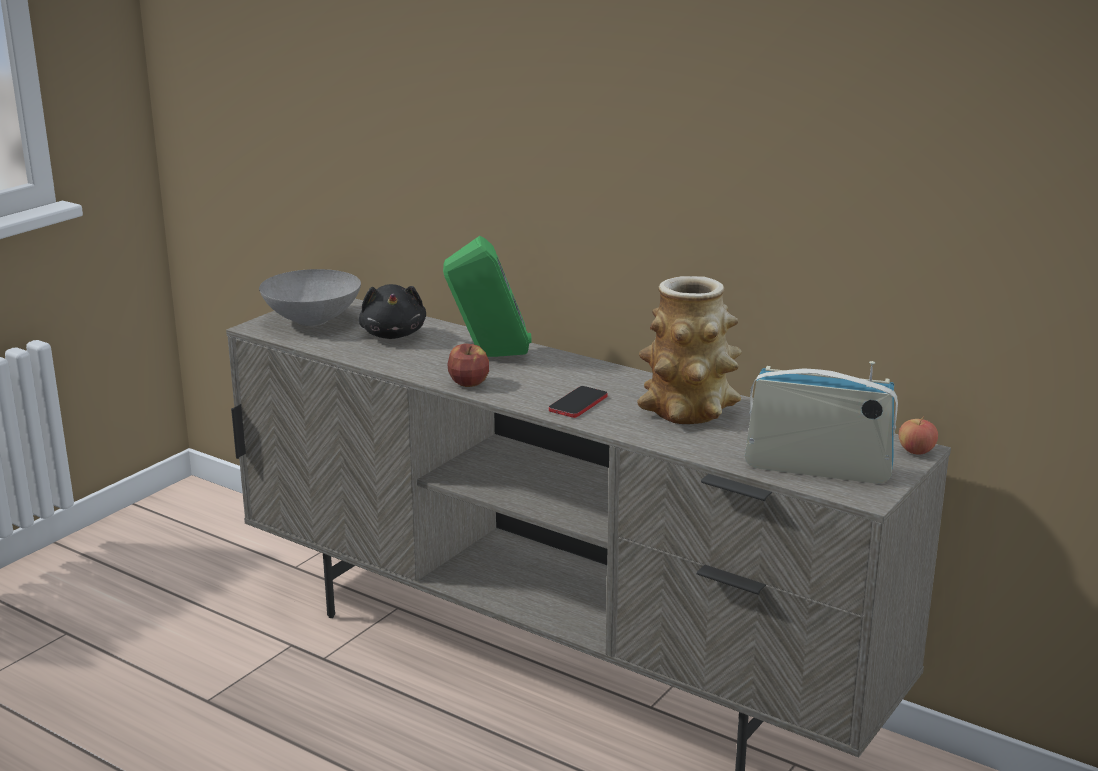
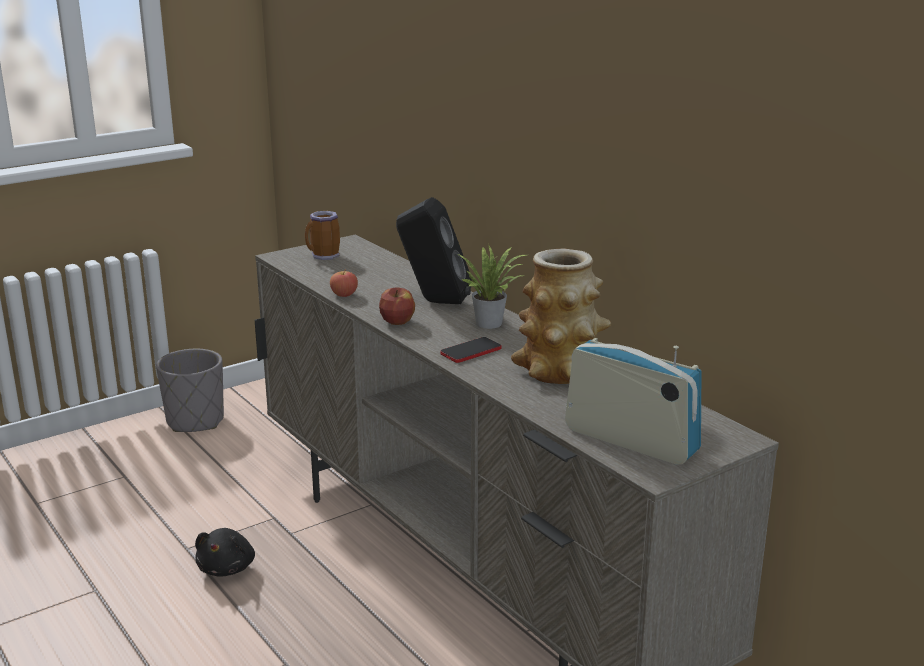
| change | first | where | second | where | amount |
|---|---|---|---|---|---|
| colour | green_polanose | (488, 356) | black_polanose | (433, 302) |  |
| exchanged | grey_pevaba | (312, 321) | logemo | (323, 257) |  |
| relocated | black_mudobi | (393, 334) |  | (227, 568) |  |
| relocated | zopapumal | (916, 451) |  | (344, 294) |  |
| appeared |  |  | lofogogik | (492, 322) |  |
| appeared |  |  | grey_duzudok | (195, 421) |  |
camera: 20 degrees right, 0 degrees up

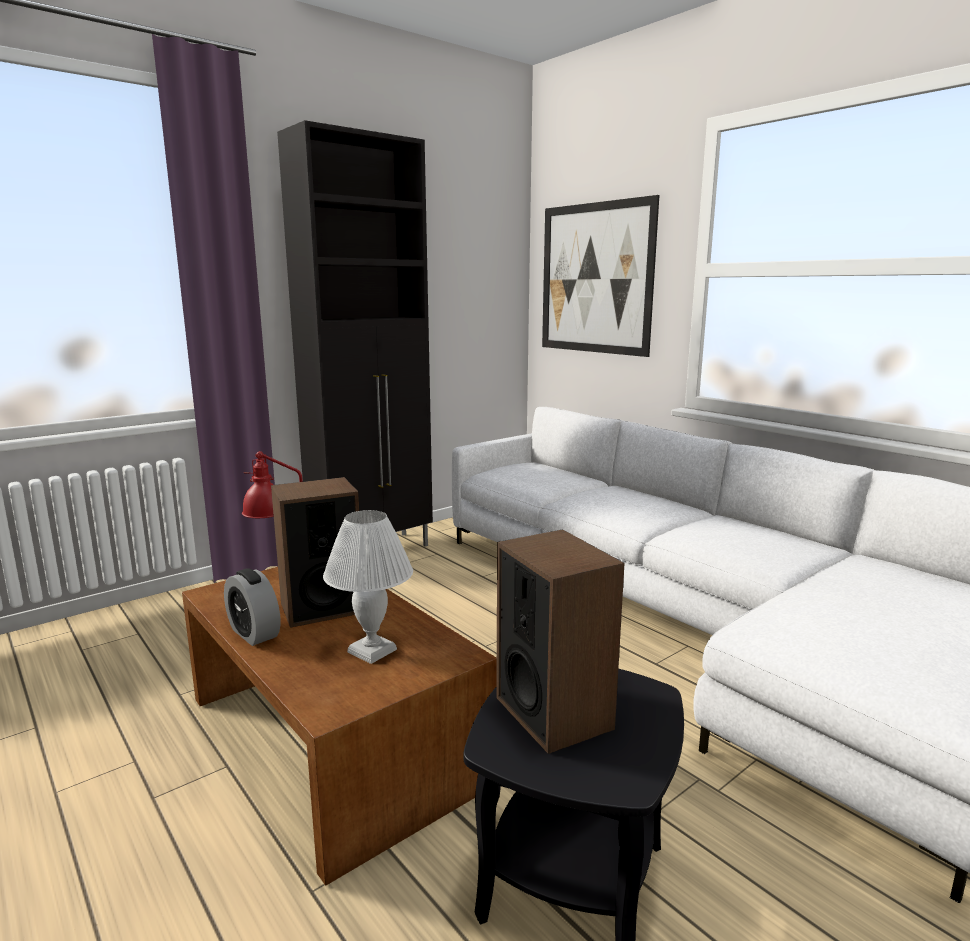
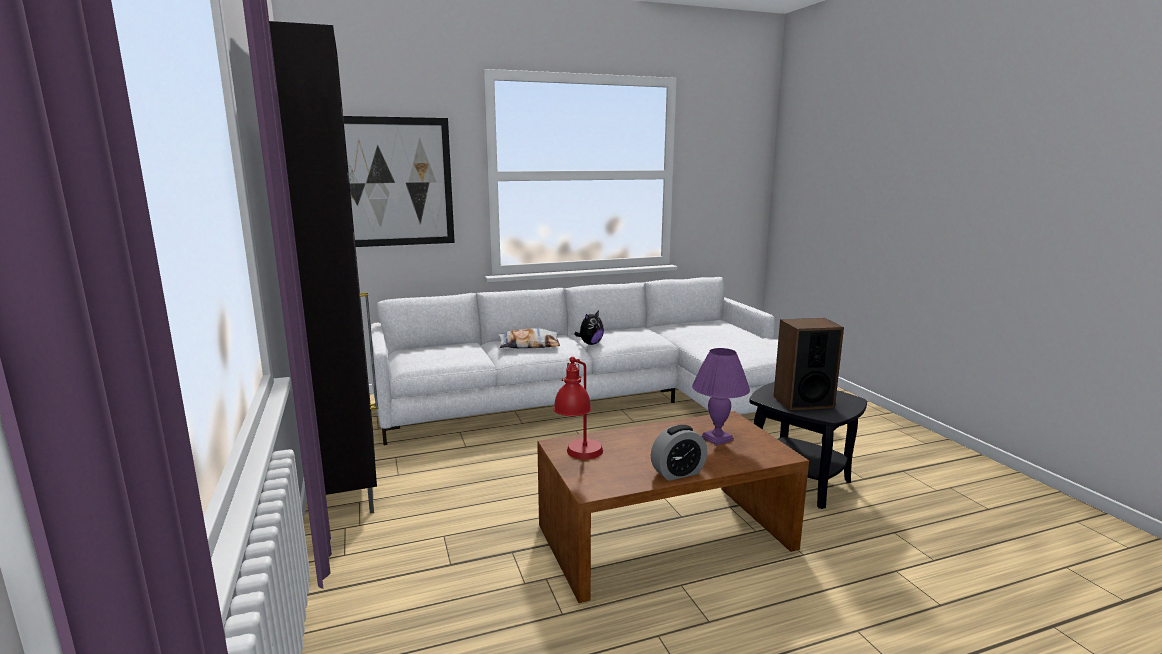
| change | first | where | second | where | amount |
|---|---|---|---|---|---|
| missing | polanose | (321, 608) |  |  |  |
| colour | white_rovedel | (373, 651) | purple_rovedel | (717, 438) |  |
| appeared |  |  | mudobi | (590, 343) |  |
| appeared |  |  | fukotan | (529, 345) |  |
camera: 70 degrees left, 0 degrees up

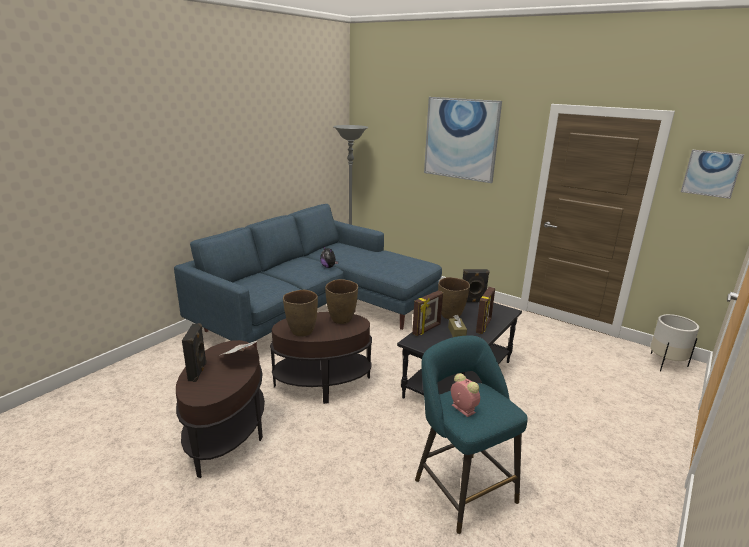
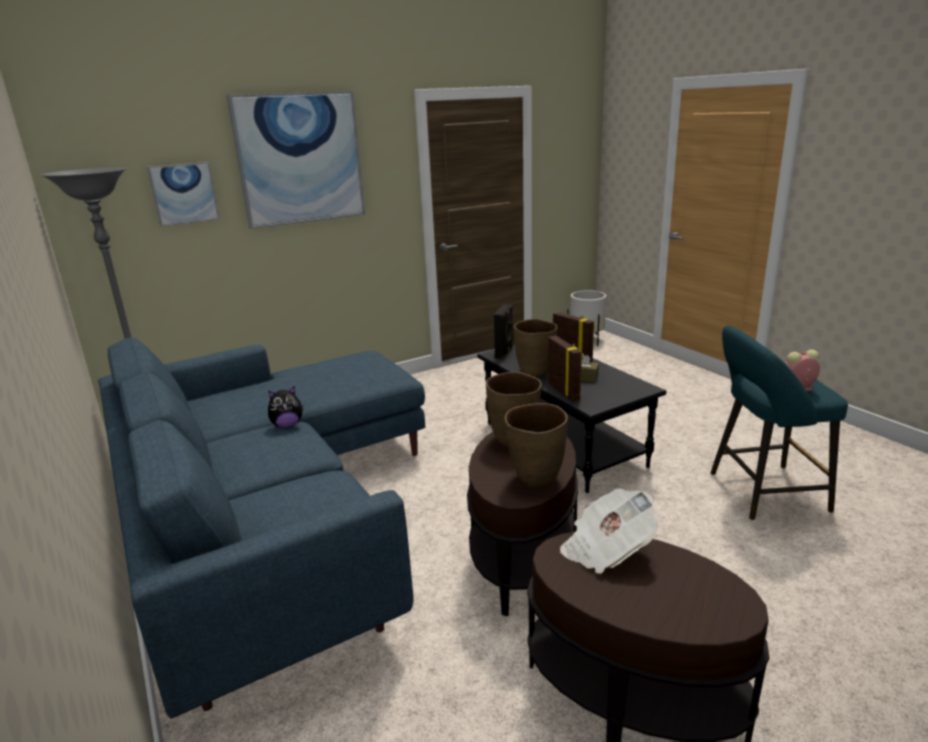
| change | first | where | second | where | amount |
|---|---|---|---|---|---|
| relocated | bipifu | (711, 173) |  | (184, 193) |  |
| missing | black_polanose | (198, 372) |  |  |  |
camera: 65 degrees left, 0 degrees up

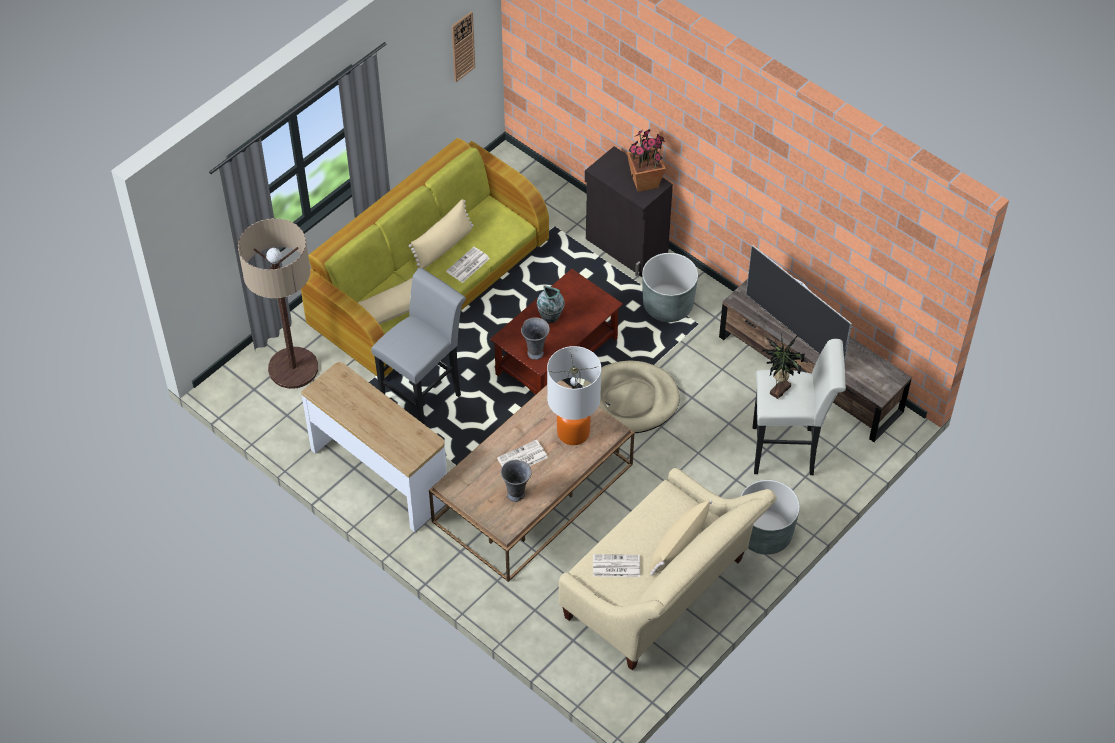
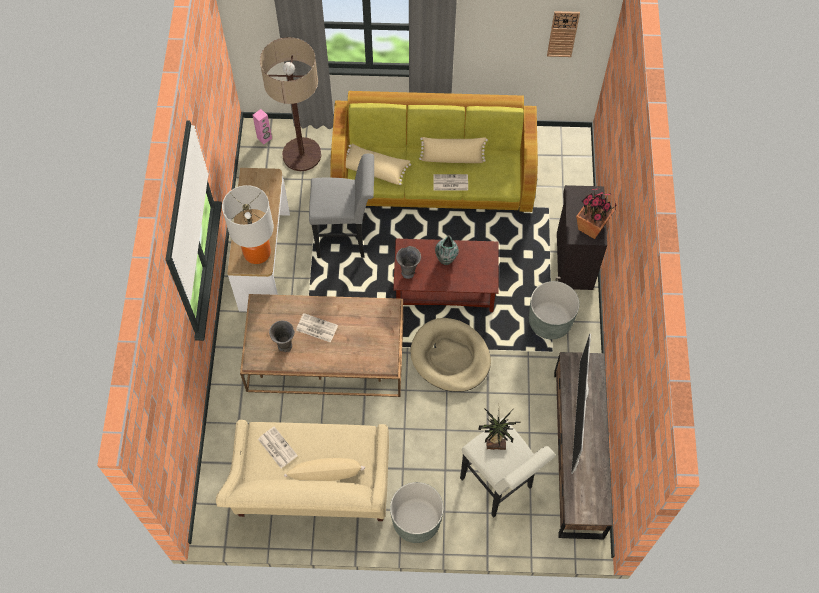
| change | first | where | second | where | amount |
|---|---|---|---|---|---|
| relocated | rovedel | (573, 432) |  | (257, 252) |  |
| appeared |  |  | pink_polanose | (264, 138) |  |
camera: 50 degrees right, 10 degrees up

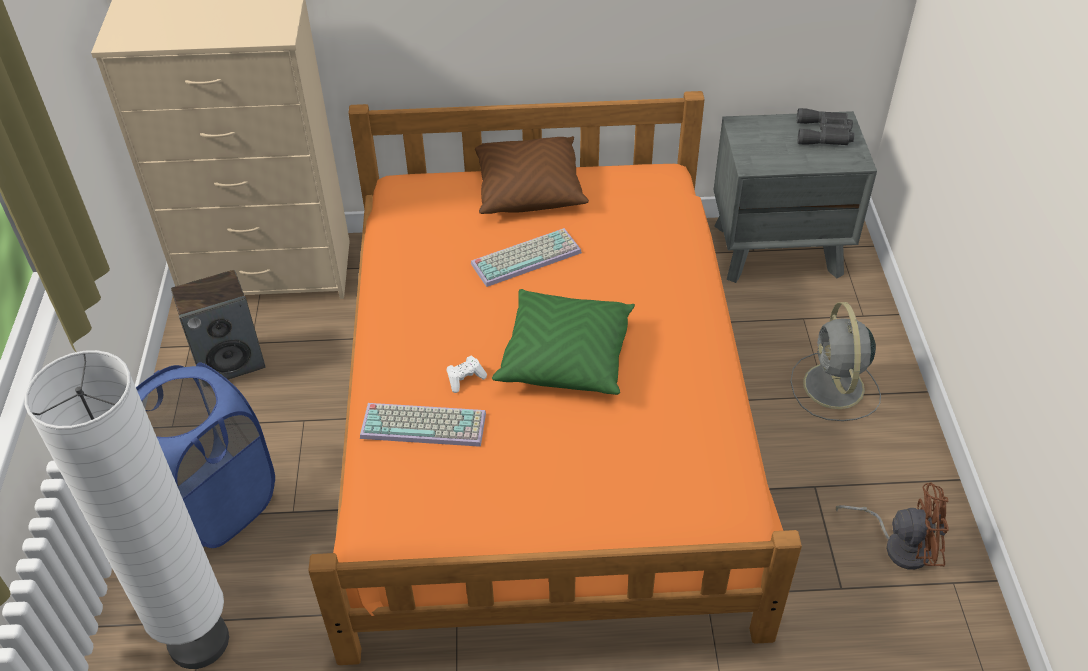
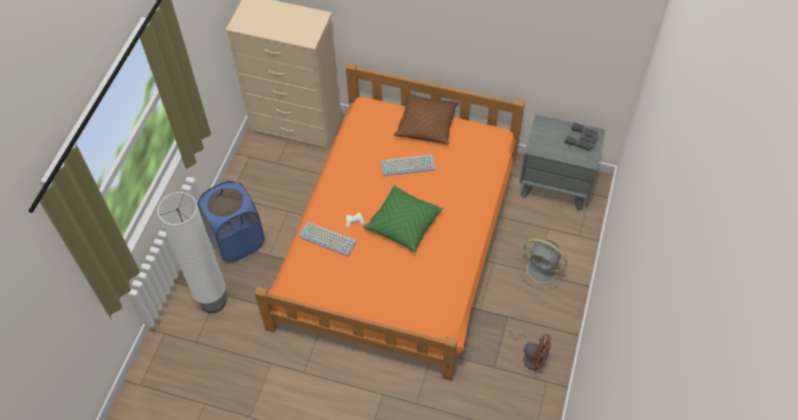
| change | first | where | second | where | amount |
|---|---|---|---|---|---|
| missing | polanose | (230, 361) |  |  |  |
| spun | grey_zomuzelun | (834, 388) |  | (543, 270) | 75 degrees counterclockwise |
camera: 20 degrees right, 10 degrees up

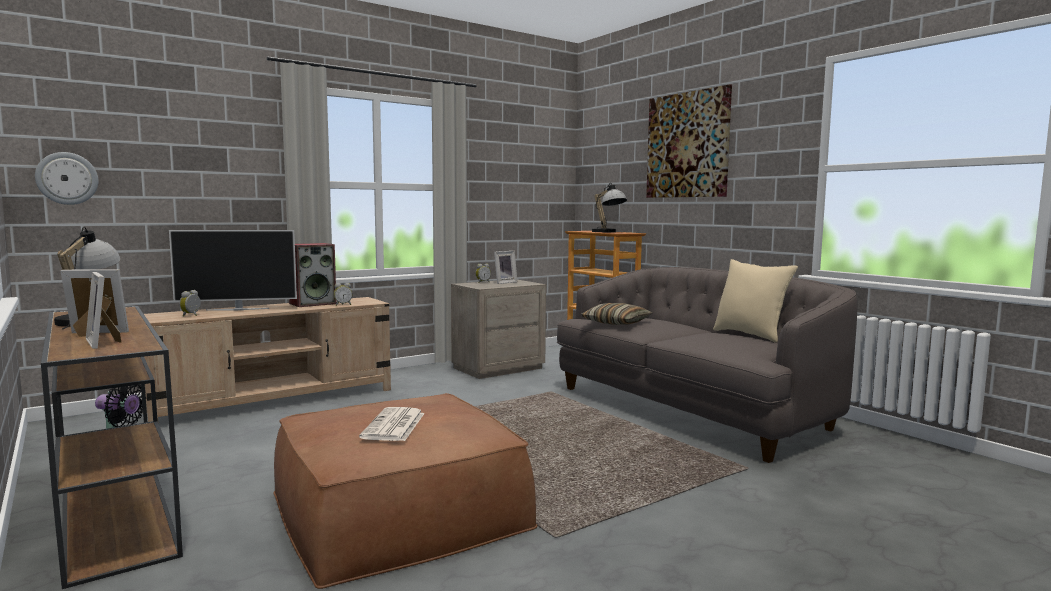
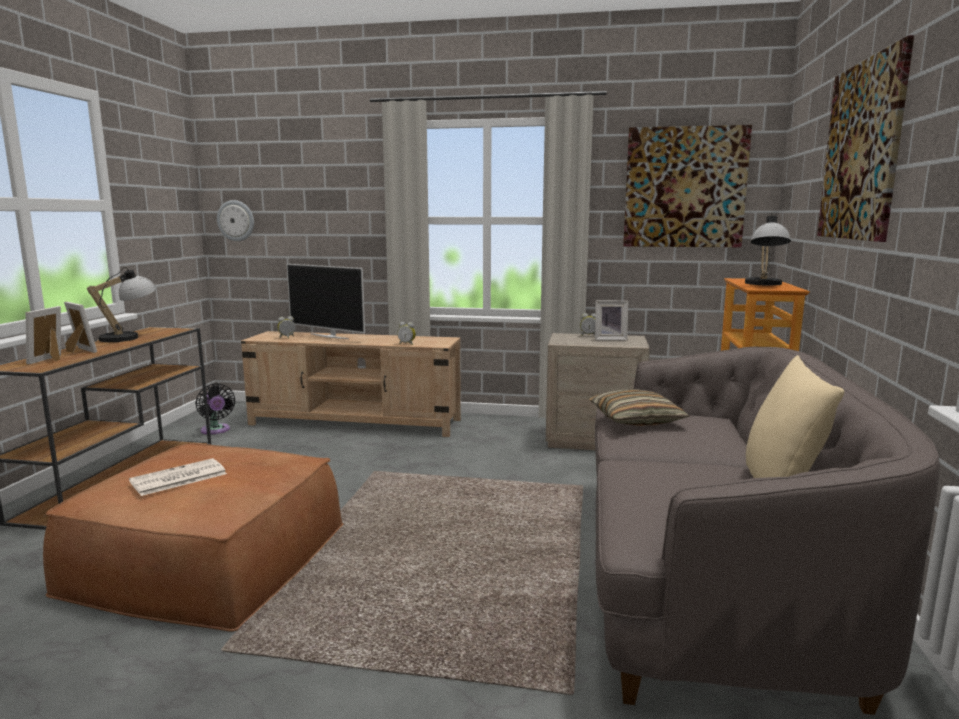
| change | first | where | second | where | amount |
|---|---|---|---|---|---|
| missing | polanose | (313, 303) |  |  |  |
| appeared |  |  | bipifu | (685, 187) |  |
camera: 45 degrees right, 5 degrees up

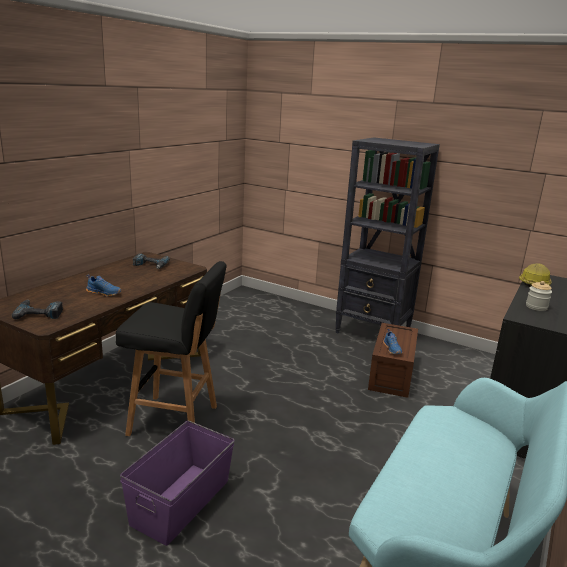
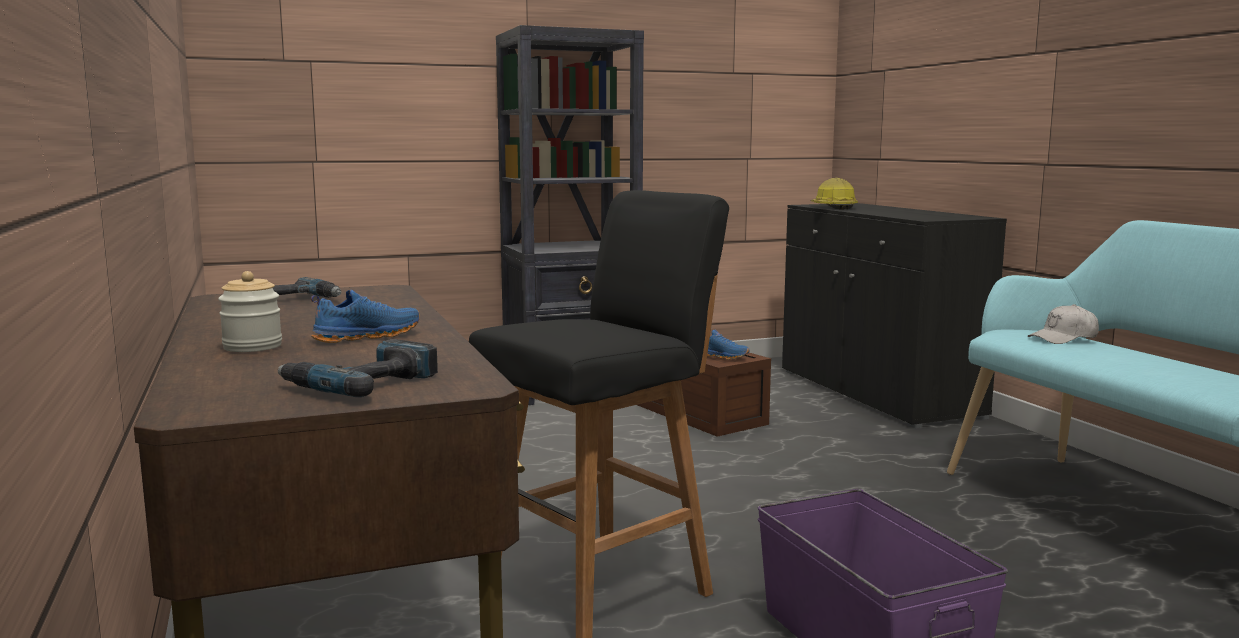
| change | first | where | second | where | amount |
|---|---|---|---|---|---|
| relocated | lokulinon | (536, 307) |  | (252, 347) |  |
| appeared |  |  | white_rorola | (1063, 338) |  |
camera: 50 degrees left, 10 degrees down

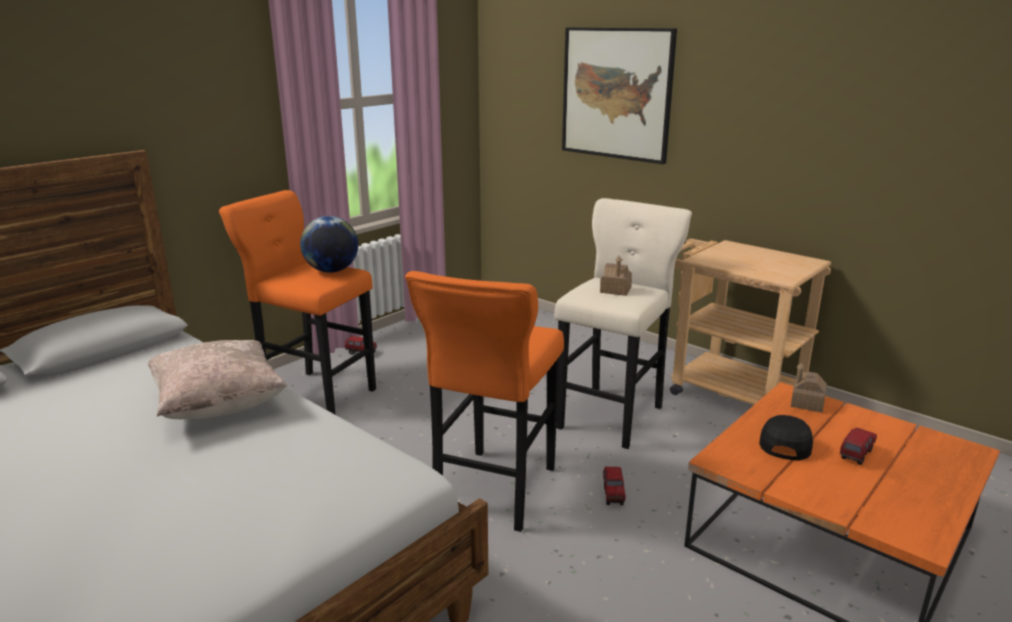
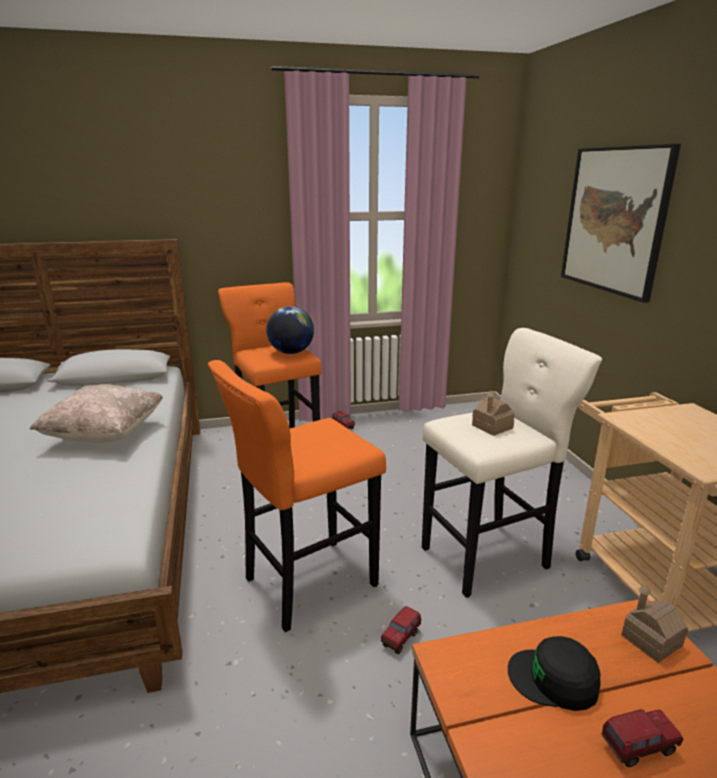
| change | first | where | second | where | amount |
|---|---|---|---|---|---|
| spun | black_rorola | (785, 443) |  | (554, 679) | 135 degrees counterclockwise |
camera: 35 degrees right, 0 degrees up

